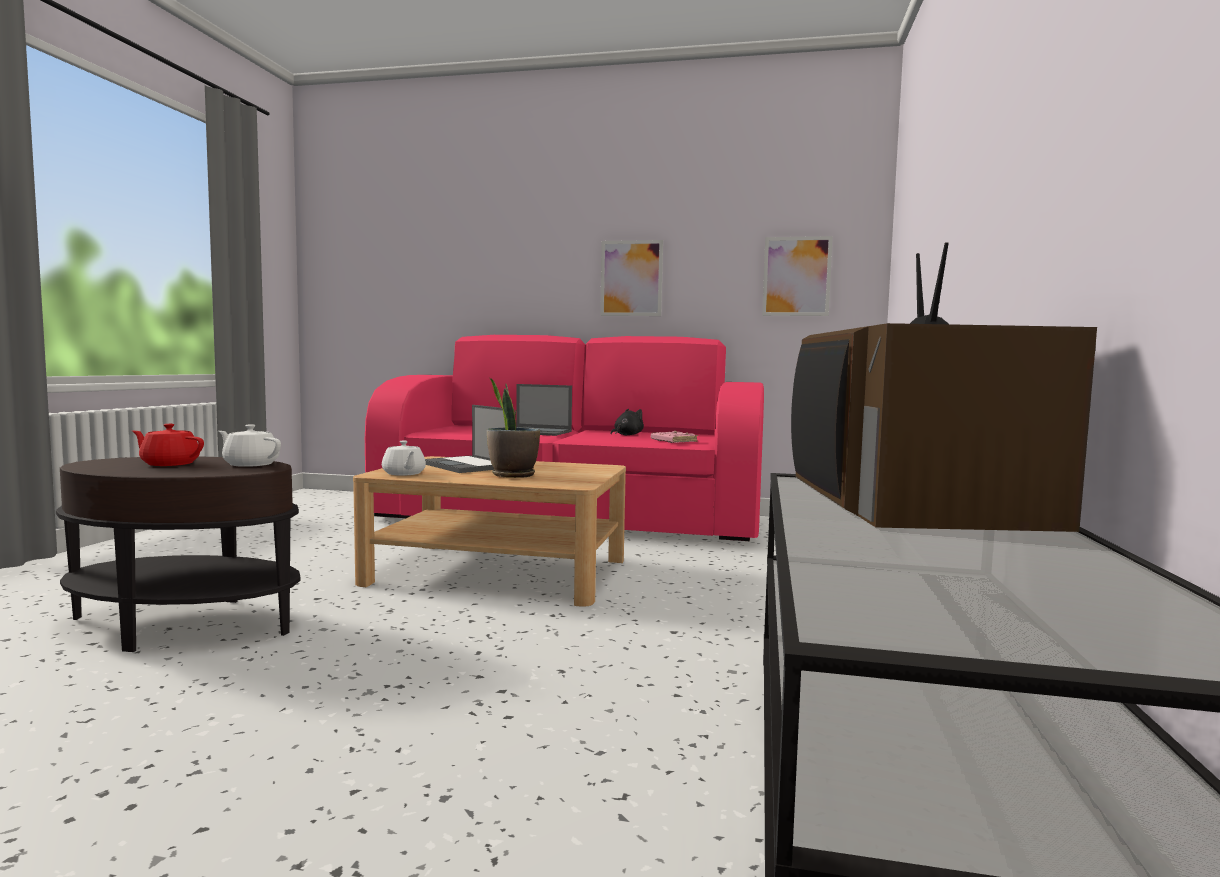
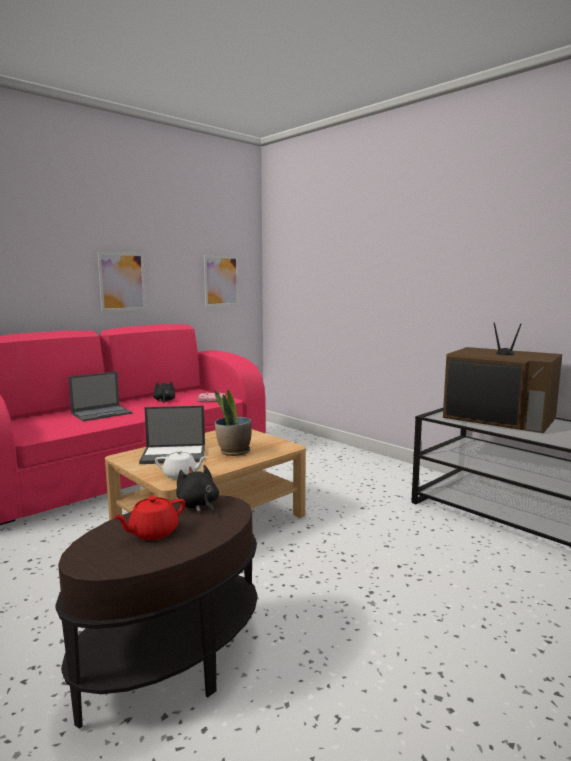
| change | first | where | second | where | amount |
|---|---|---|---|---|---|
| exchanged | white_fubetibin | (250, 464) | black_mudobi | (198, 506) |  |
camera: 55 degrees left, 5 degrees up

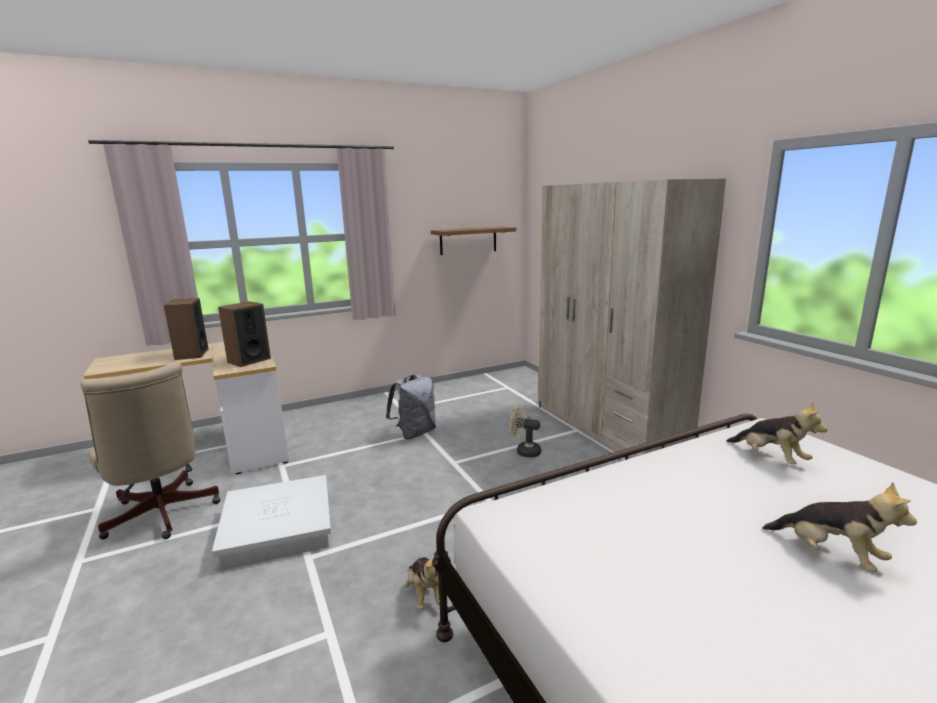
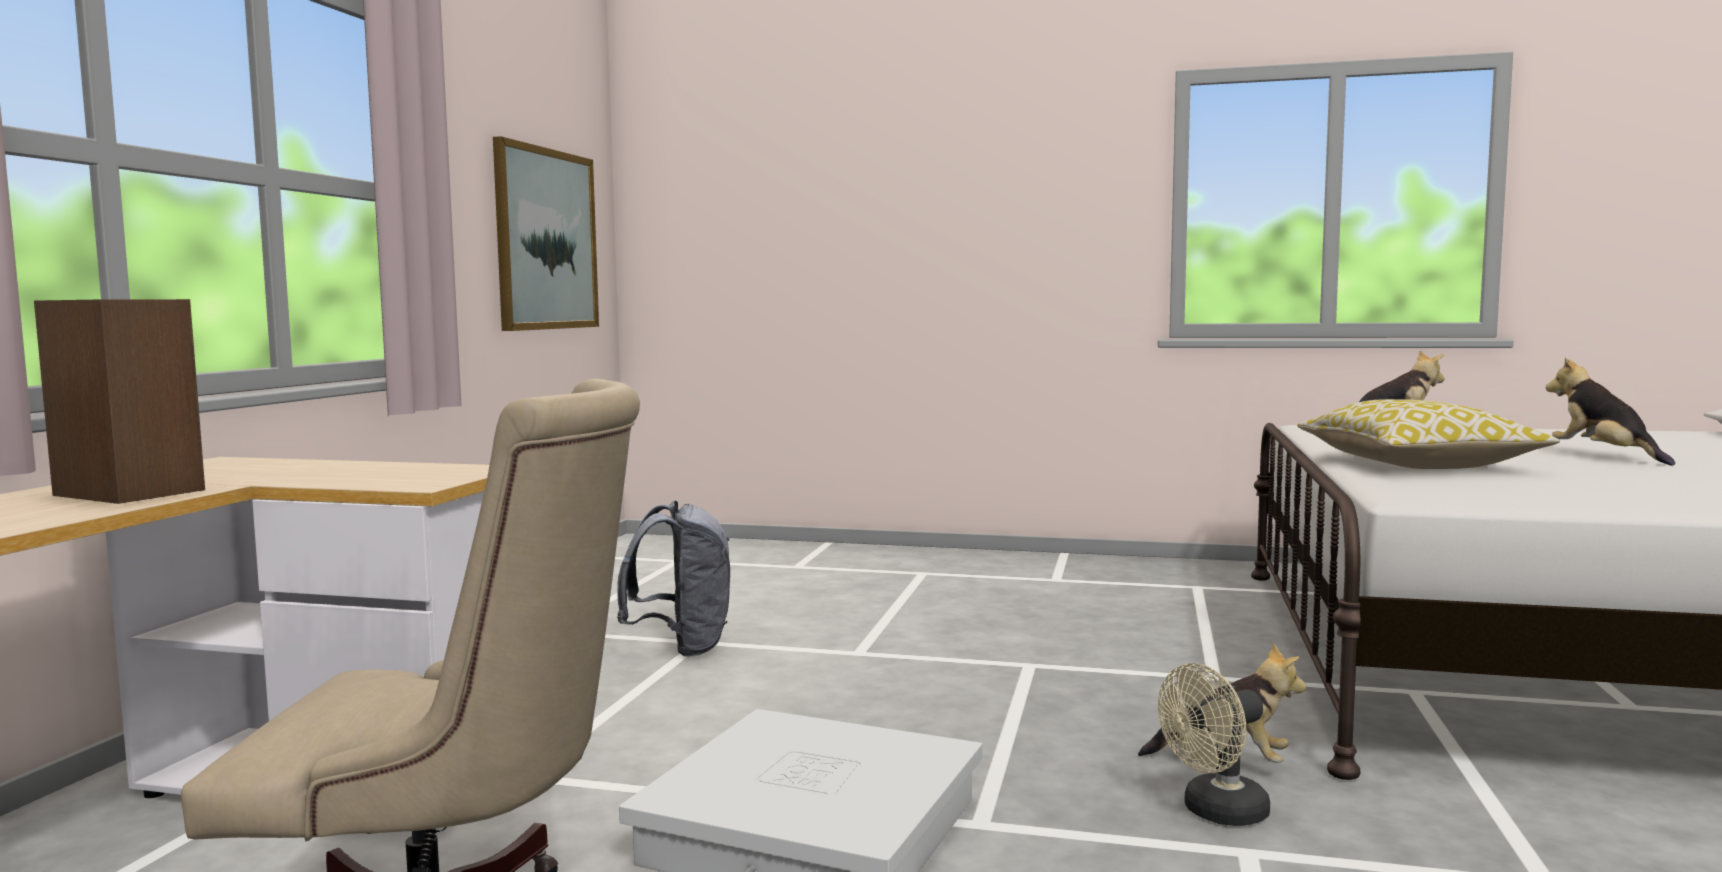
| change | first | where | second | where | amount |
|---|---|---|---|---|---|
| missing | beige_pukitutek | (607, 428) |  |  |  |
| exchanged | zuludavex | (468, 240) | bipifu | (546, 239) |  |
| missing | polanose | (249, 360) |  |  |  |
| relocated | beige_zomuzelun | (524, 451) |  | (1216, 813) |  |
| spun | mudobi | (830, 554) |  | (1604, 456) | 105 degrees counterclockwise |
| appeared |  |  | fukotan | (1418, 464) |  |
camera: 50 degrees left, 10 degrees down

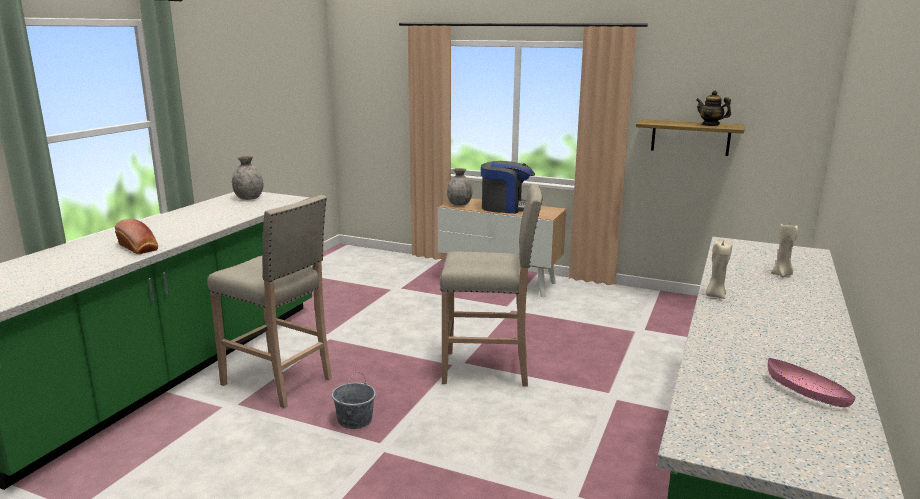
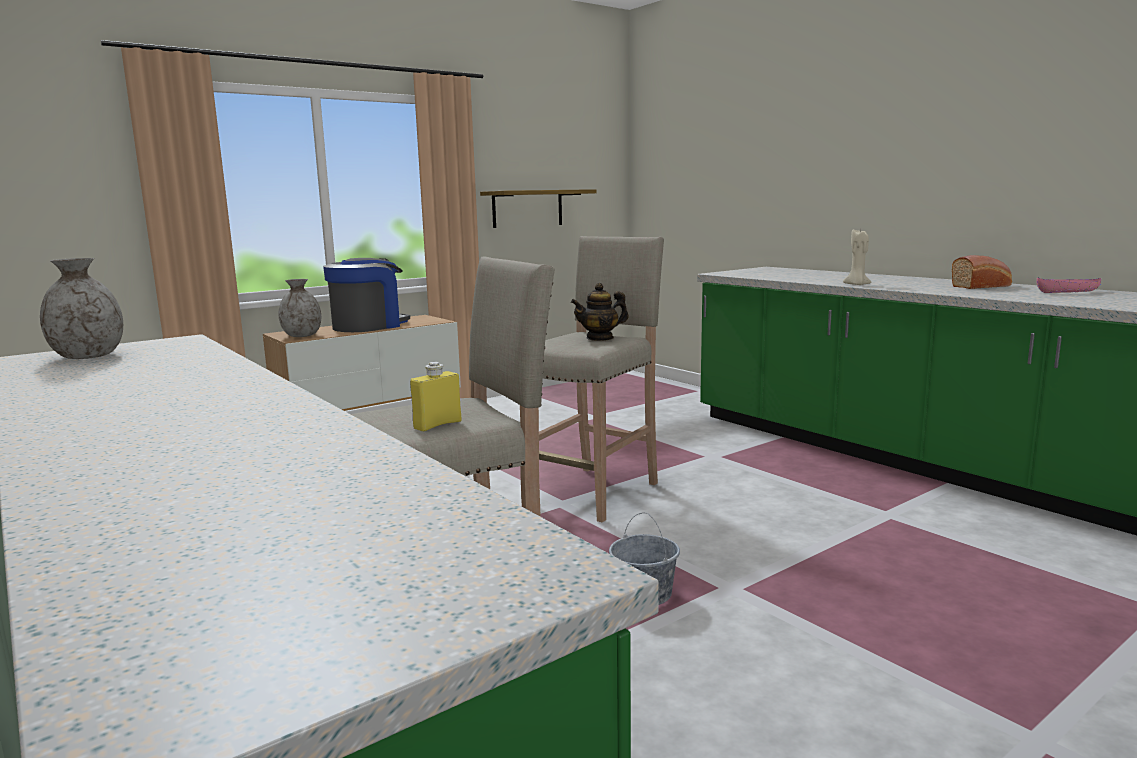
| change | first | where | second | where | amount |
|---|---|---|---|---|---|
| relocated | fubetibin | (710, 125) |  | (600, 338) |  |
| relocated | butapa | (139, 248) |  | (982, 286) |  |
| missing | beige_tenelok | (782, 275) |  |  |  |
| appeared |  |  | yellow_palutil | (437, 425) |  |
camera: 60 degrees left, 5 degrees down

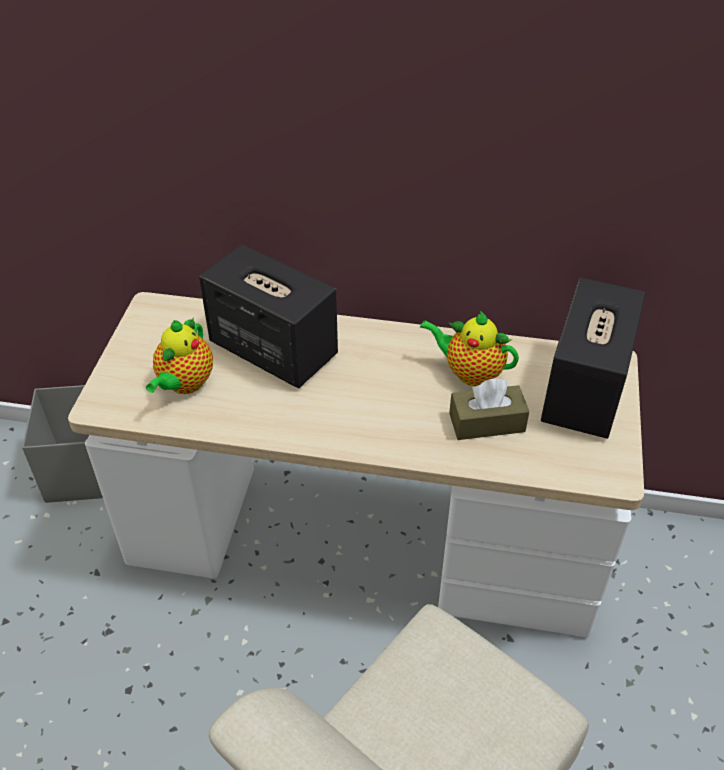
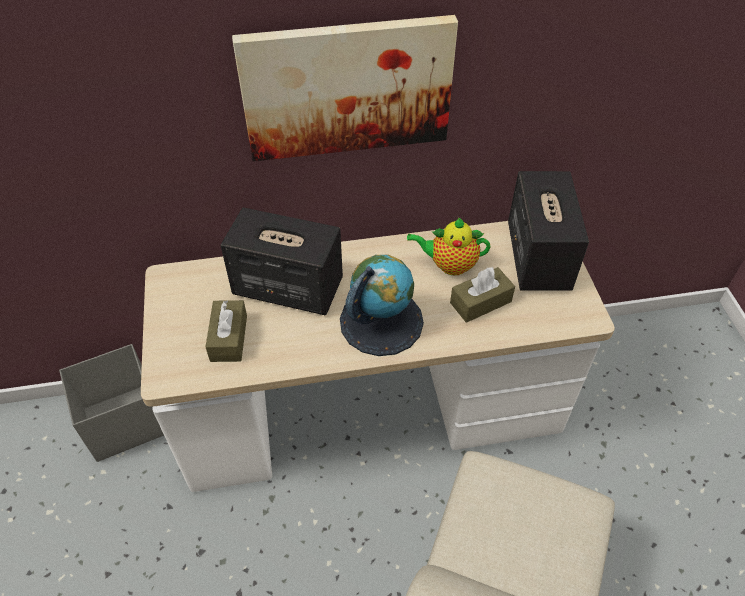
| change | first | where | second | where | amount |
|---|---|---|---|---|---|
| exchanged | fubetibin | (184, 384) | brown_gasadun | (229, 338) |  |
| appeared |  |  | bipifu | (347, 88) |  |
| appeared |  |  | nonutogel | (381, 321) |  |
camera: 20 degrees left, 5 degrees up

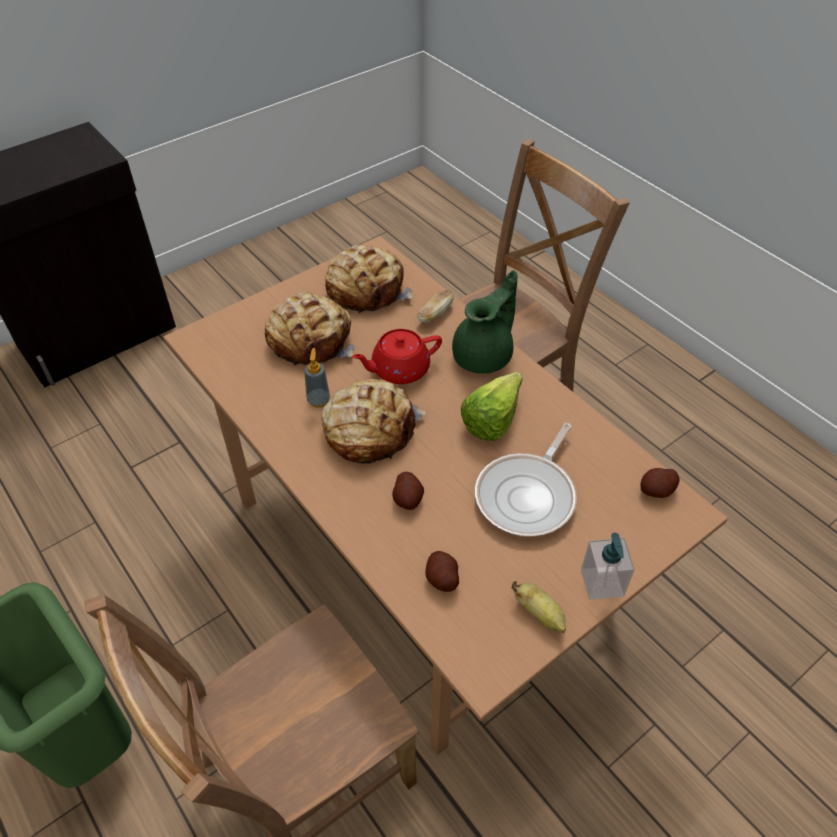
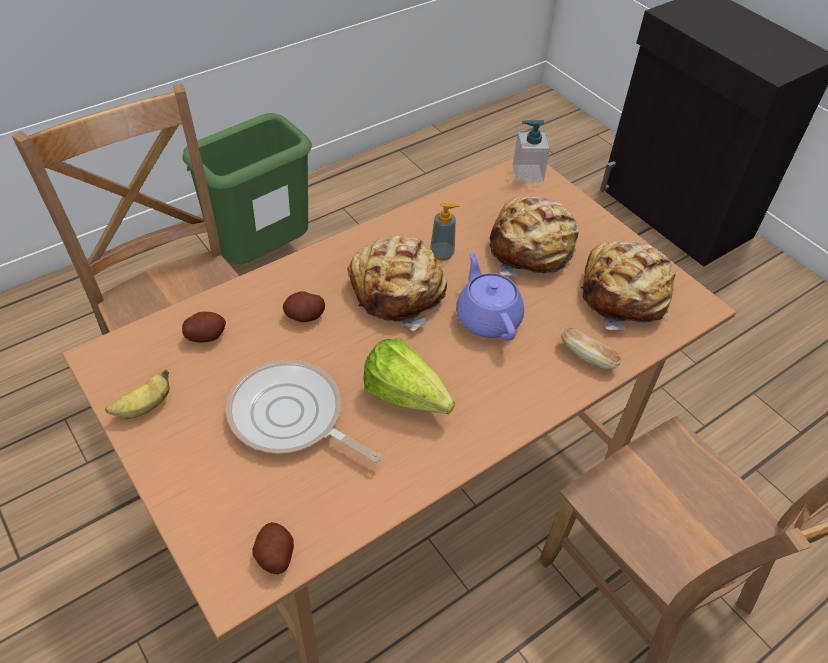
| change | first | where | second | where | amount |
|---|---|---|---|---|---|
| missing | green_fubetibin | (484, 356) |  |  |  |
| colour | red_fubetibin | (399, 370) | purple_fubetibin | (487, 317) |  |
| relocated | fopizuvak | (602, 583) |  | (527, 173) |  |
camera: 90 degrees right, 0 degrees up

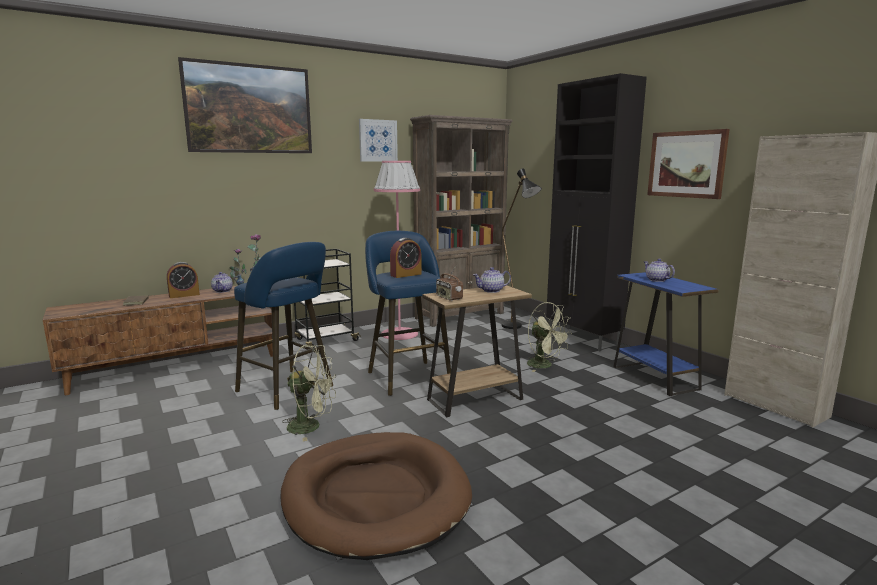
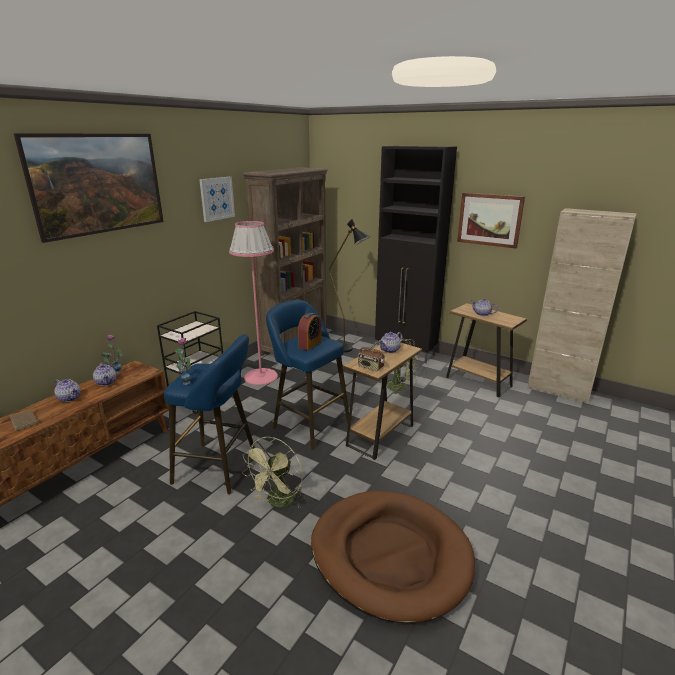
| change | first | where | second | where | amount |
|---|---|---|---|---|---|
| exchanged | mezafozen | (184, 295) | fubetibin | (70, 398) |  |
| colour | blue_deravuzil | (655, 378) | brown_deravuzil | (478, 382) |  |
| spun | green_zomuzelun | (311, 427) |  | (278, 503) | 135 degrees clockwise |
camera: 25 degrees left, 10 degrees up

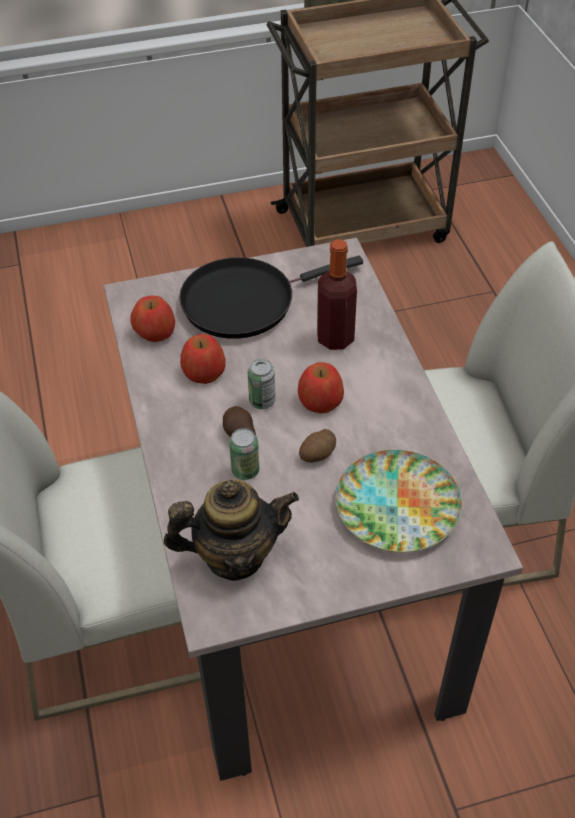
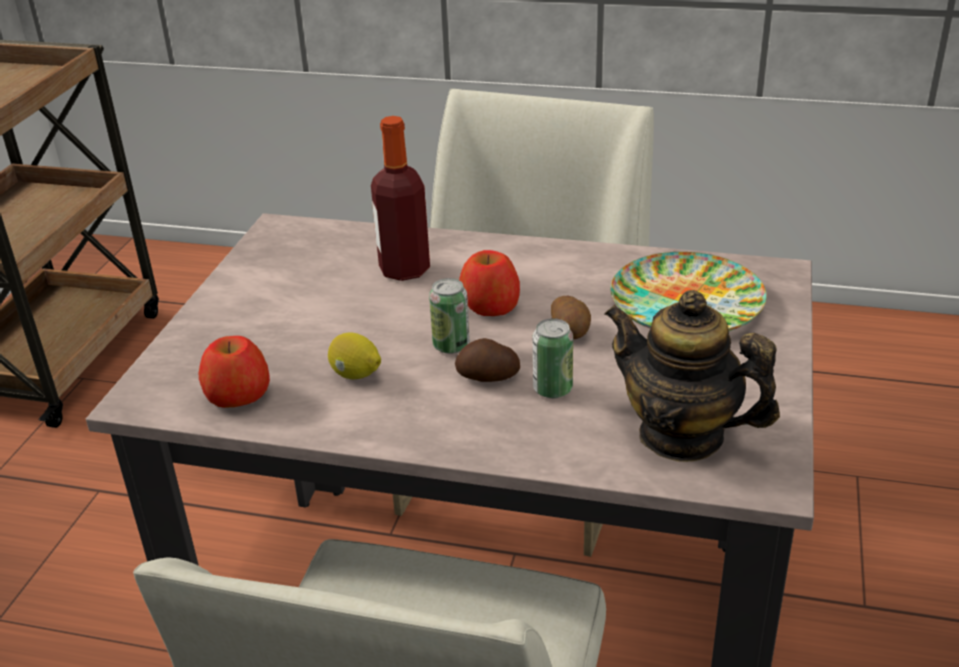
| change | first | where | second | where | amount |
|---|---|---|---|---|---|
| missing | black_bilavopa | (245, 301) |  |  |  |
| exchanged | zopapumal | (204, 371) | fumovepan | (356, 375) |  |
| spun | fubetibin | (234, 555) |  | (682, 435) | 75 degrees counterclockwise |
camera: 60 degrees left, 15 degrees down

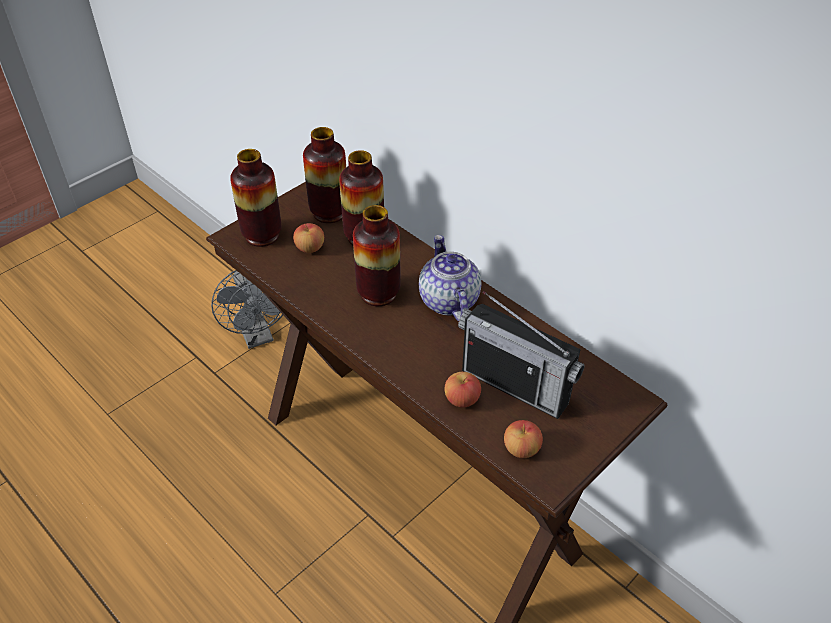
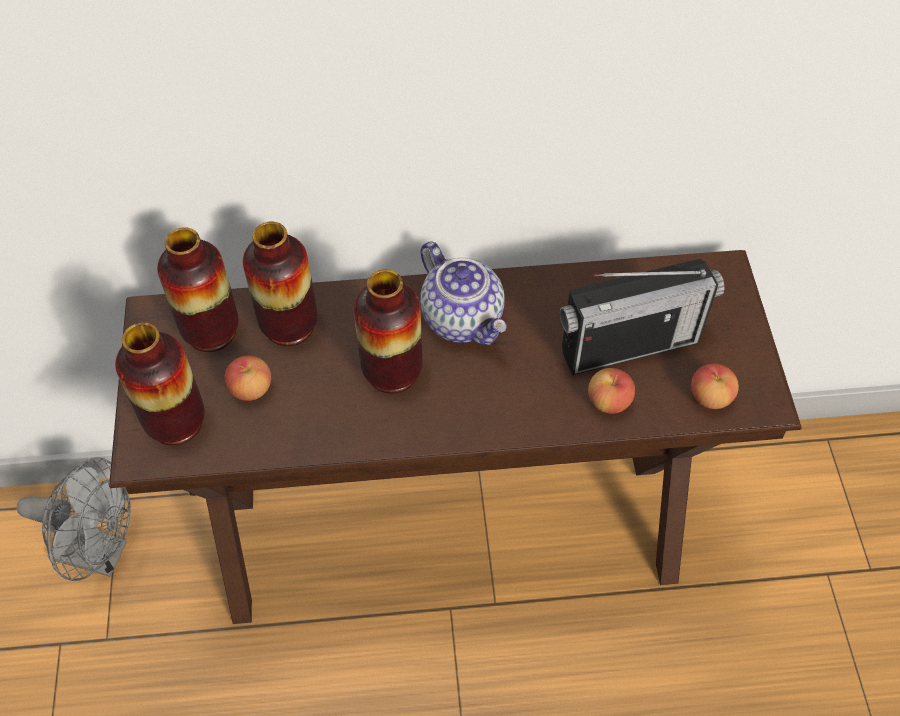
| change | first | where | second | where | amount |
|---|---|---|---|---|---|
| spun | fubetibin | (448, 300) |  | (463, 319) | 150 degrees counterclockwise |
camera: 50 degrees left, 10 degrees up

